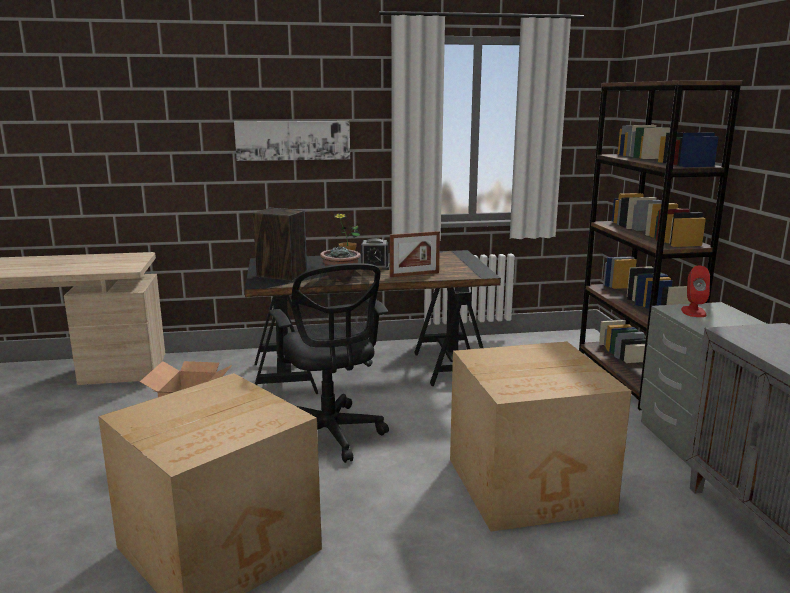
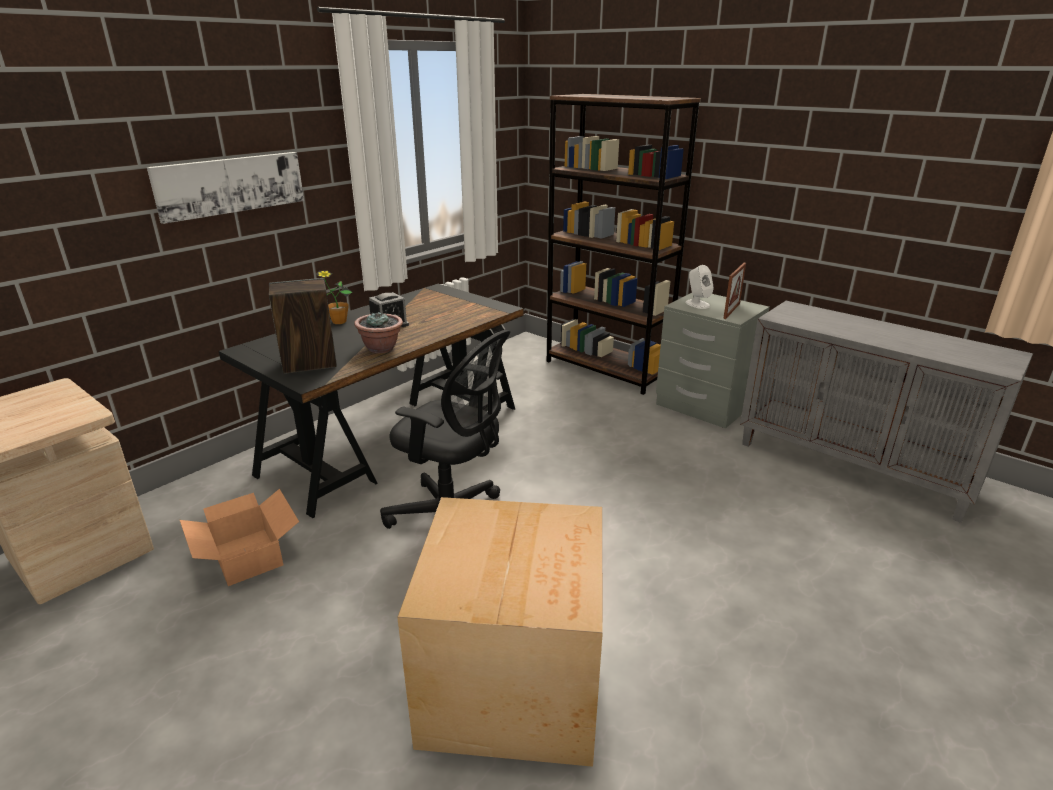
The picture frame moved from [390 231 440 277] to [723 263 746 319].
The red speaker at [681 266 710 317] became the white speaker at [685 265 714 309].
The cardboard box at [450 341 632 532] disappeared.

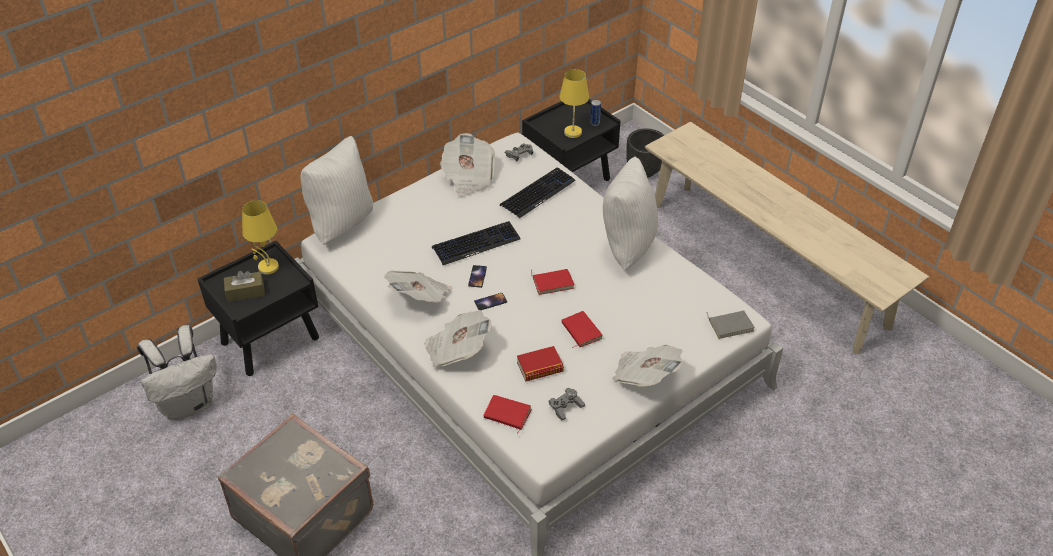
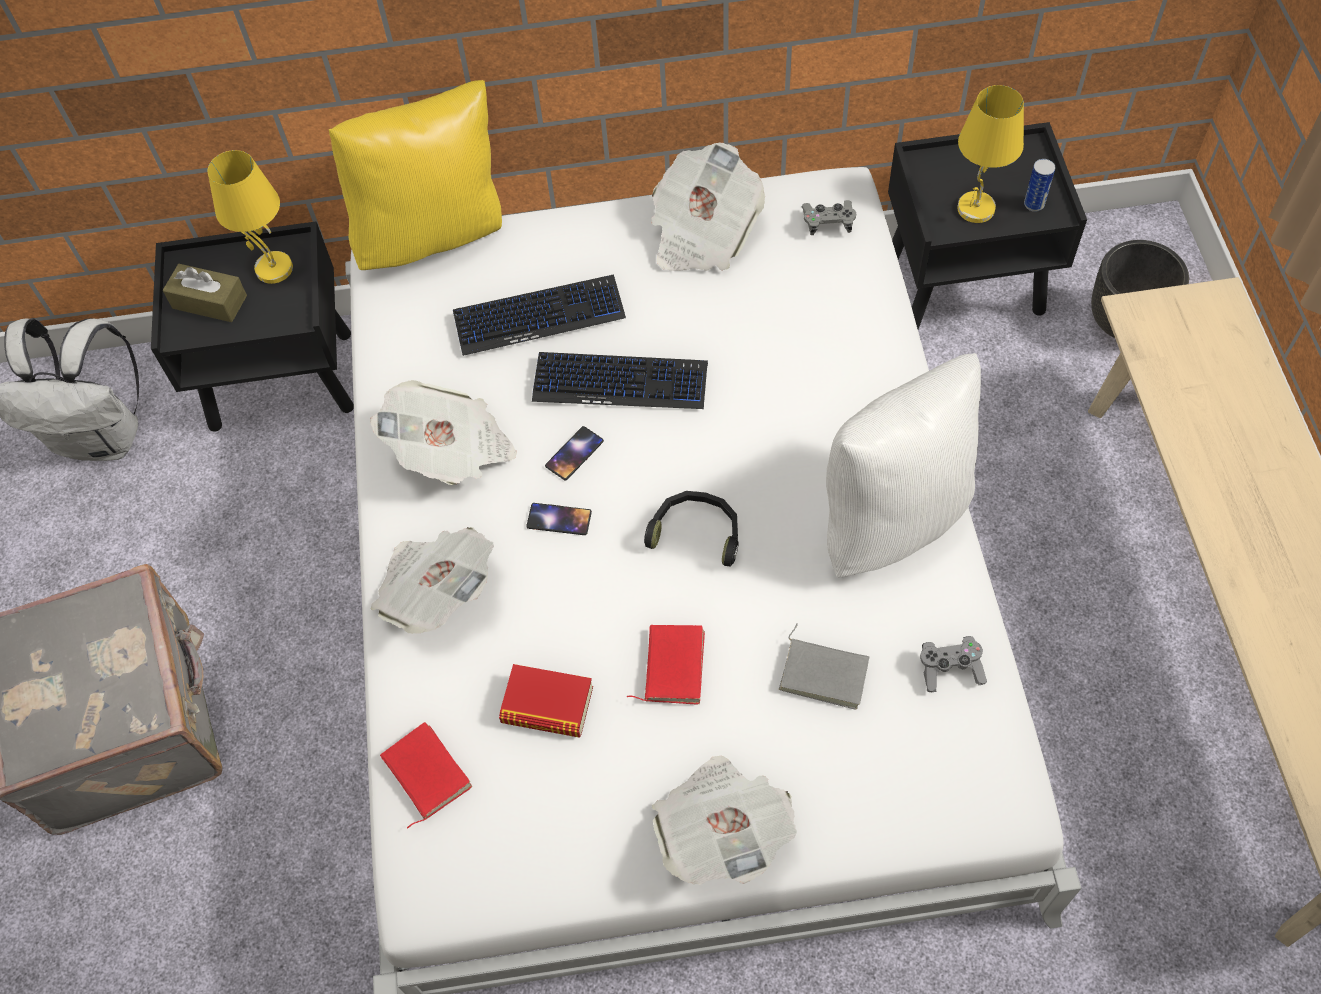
The white pillow at [300 136 373 245] became the yellow pillow at [329 80 502 270].
The keyboard moved from [500 167 576 218] to [453 274 626 356].
The red book at [531 269 575 295] was replaced by the black headphones at [644 491 739 567].
The grey book moved from [707 310 755 339] to [779 623 869 710].
The grey game controller moved from [549 388 585 421] to [920 636 987 692].

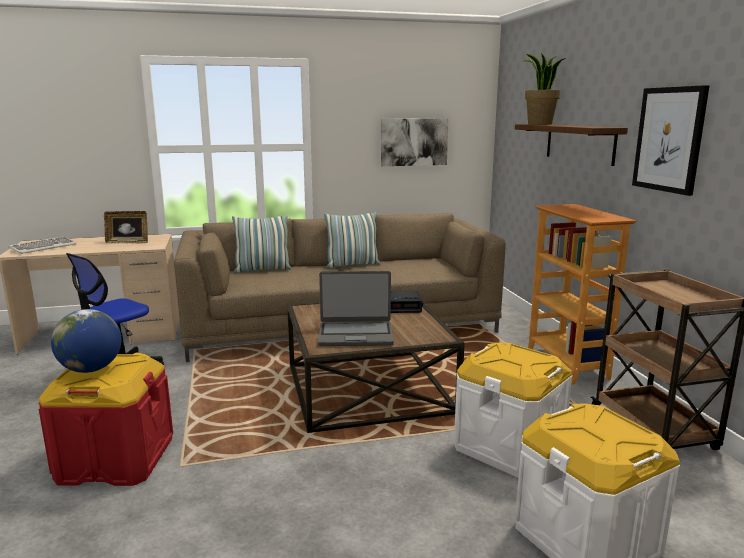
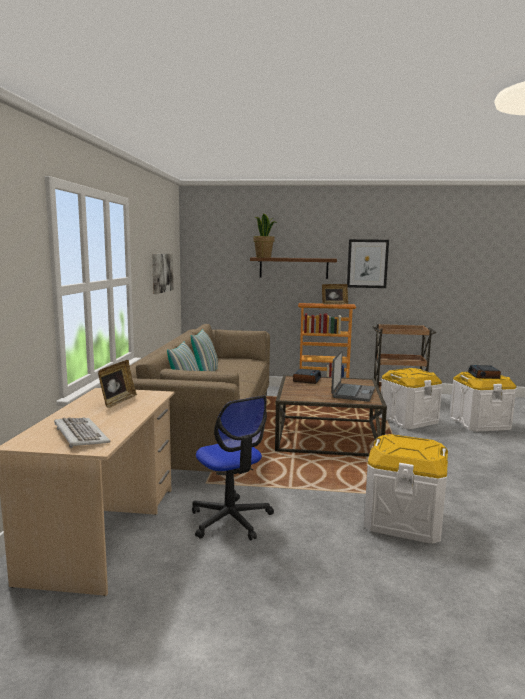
The globe at [51 309 121 373] disappeared.
The red storage box at [39 353 173 486] became the white storage box at [364 434 448 544].
The picture frame at [322 284 348 305] appeared.
The alarm clock at [468 365 501 379] appeared.

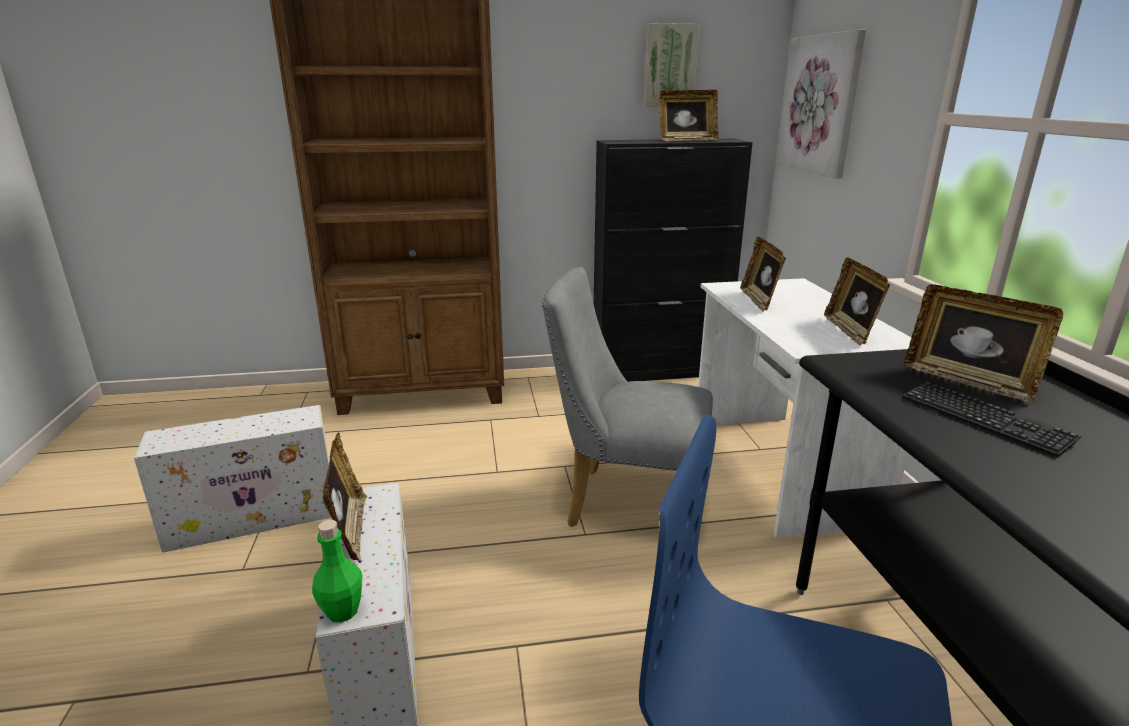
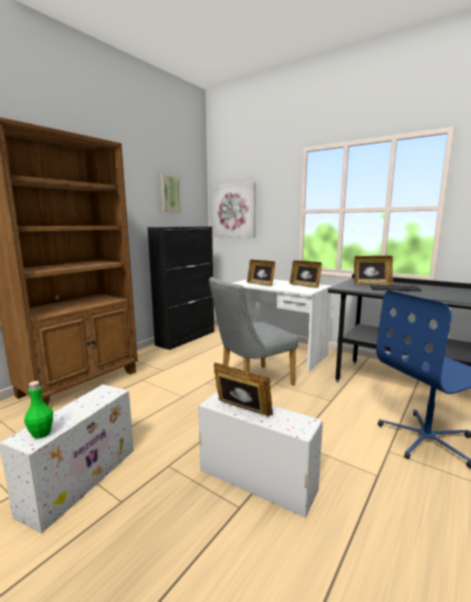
The picture frame at [660 90 719 141] disappeared.
The green bottle moved from [312 520 362 623] to [24 381 53 439].

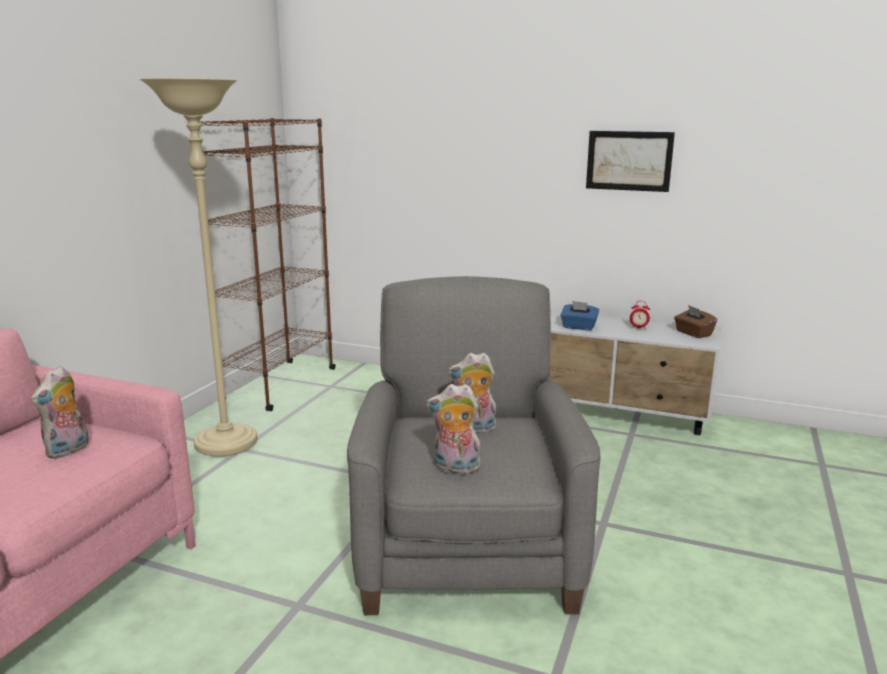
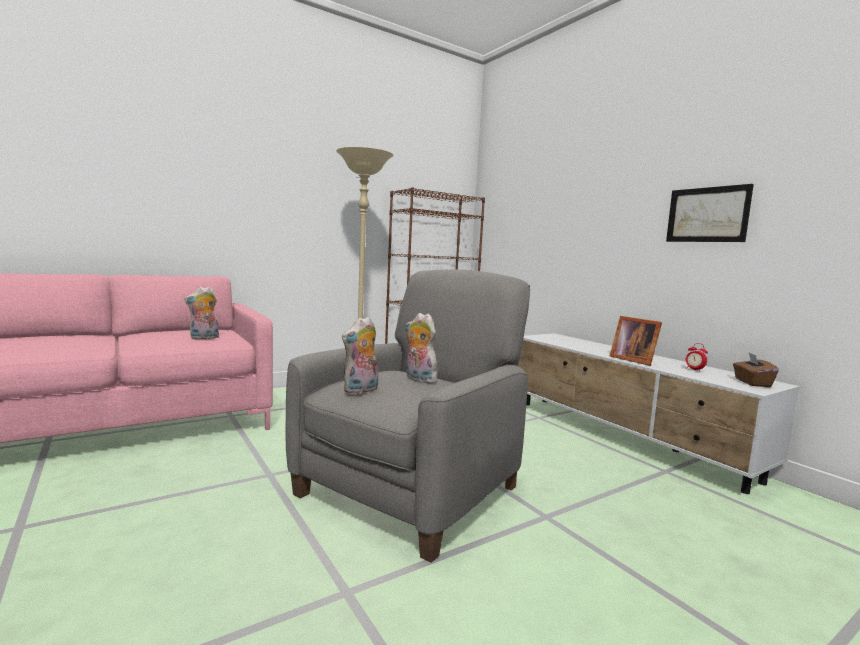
The blue tissue box at [560 301 599 331] was replaced by the picture frame at [610 316 662 366].
The plush toy at [426 384 482 473] turned 90 degrees counterclockwise.

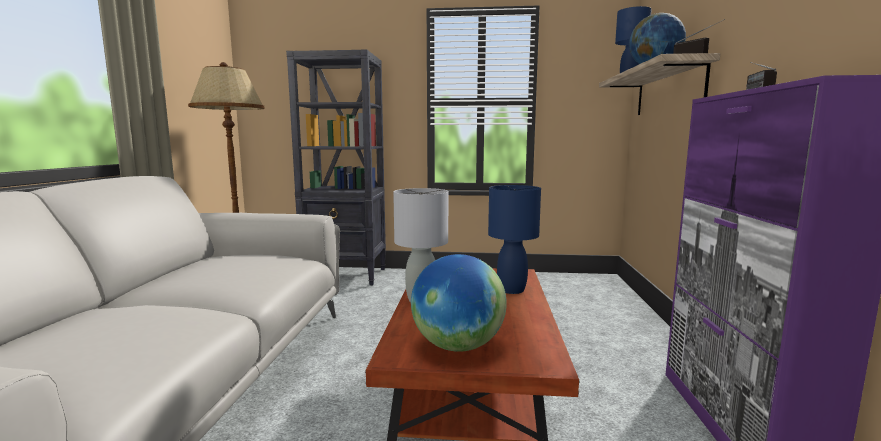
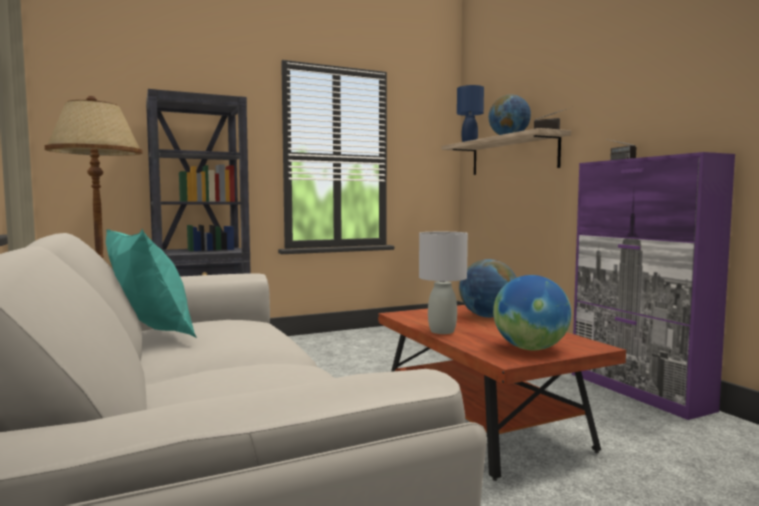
The blue table lamp at [488 185 541 294] was replaced by the globe at [459 259 517 318].
The turquoise pillow at [106 228 197 338] appeared.

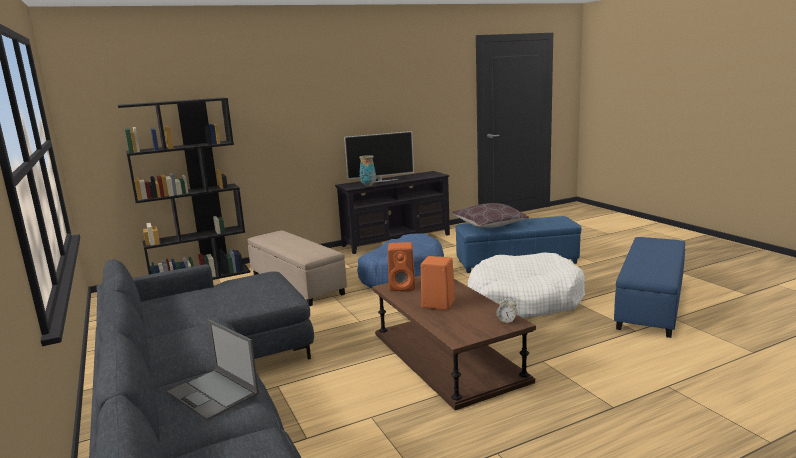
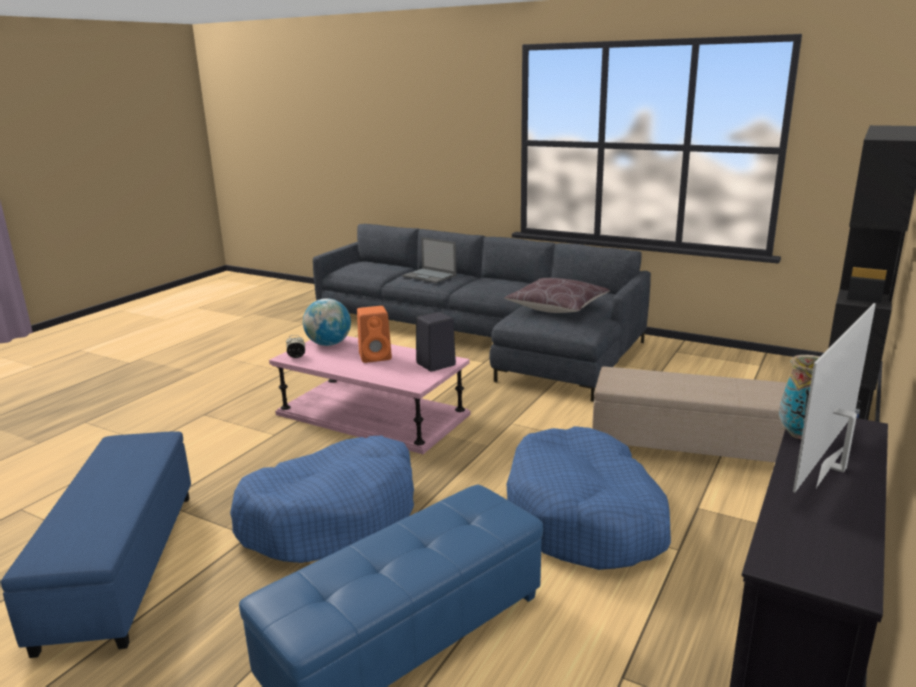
The brown pillow moved from [452 203 530 227] to [505 278 610 313].
The orange speaker at [388 242 415 291] became the black speaker at [416 312 456 372].
The white dog bed at [468 252 585 318] became the blue dog bed at [230 436 414 563].
The brown coffee table at [372 276 536 410] became the pink coffee table at [269 336 470 454].
The laptop at [167 320 259 421] turned 150 degrees counterclockwise.
The globe at [303 298 351 346] appeared.

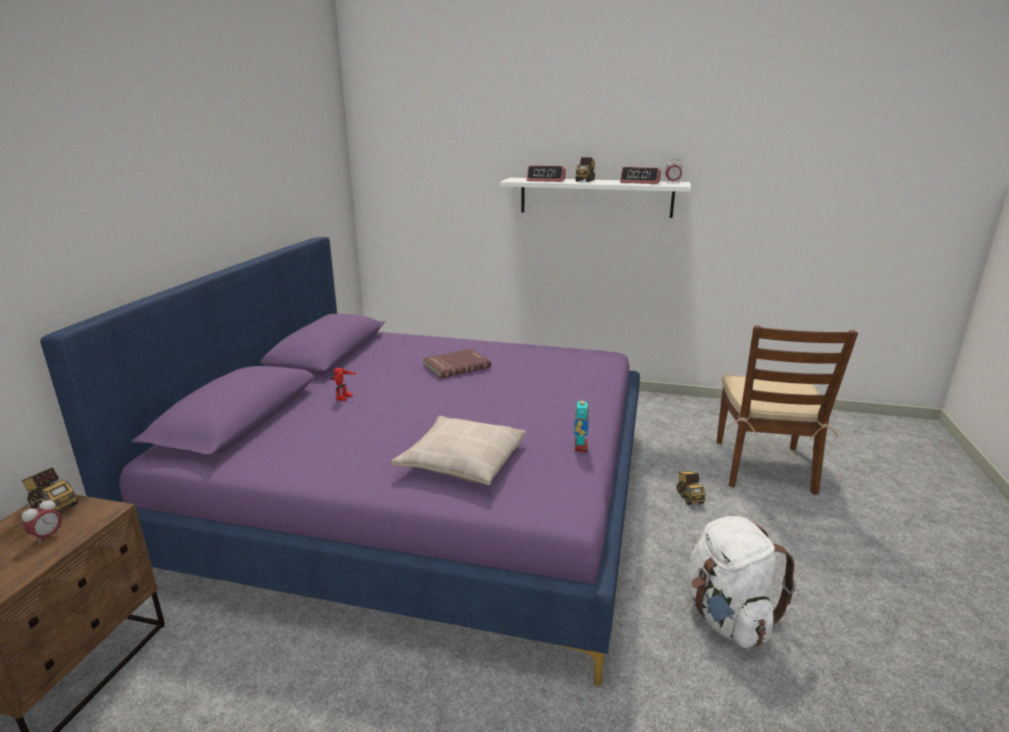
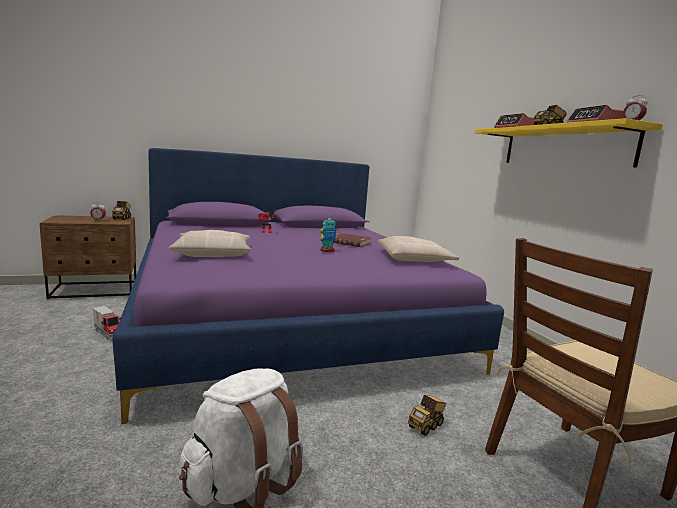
The white shelf at [500 178 691 218] became the yellow shelf at [475 118 663 168].
The toy robot moved from [574 396 589 452] to [319 215 337 252].
The beige pillow at [378 236 459 262] appeared.
The toy truck at [93 306 121 340] appeared.

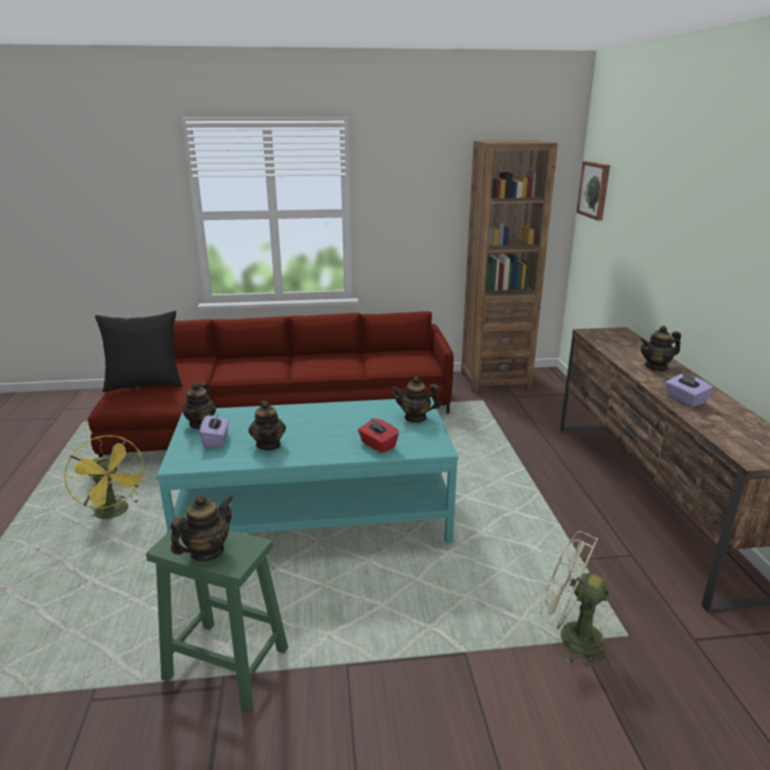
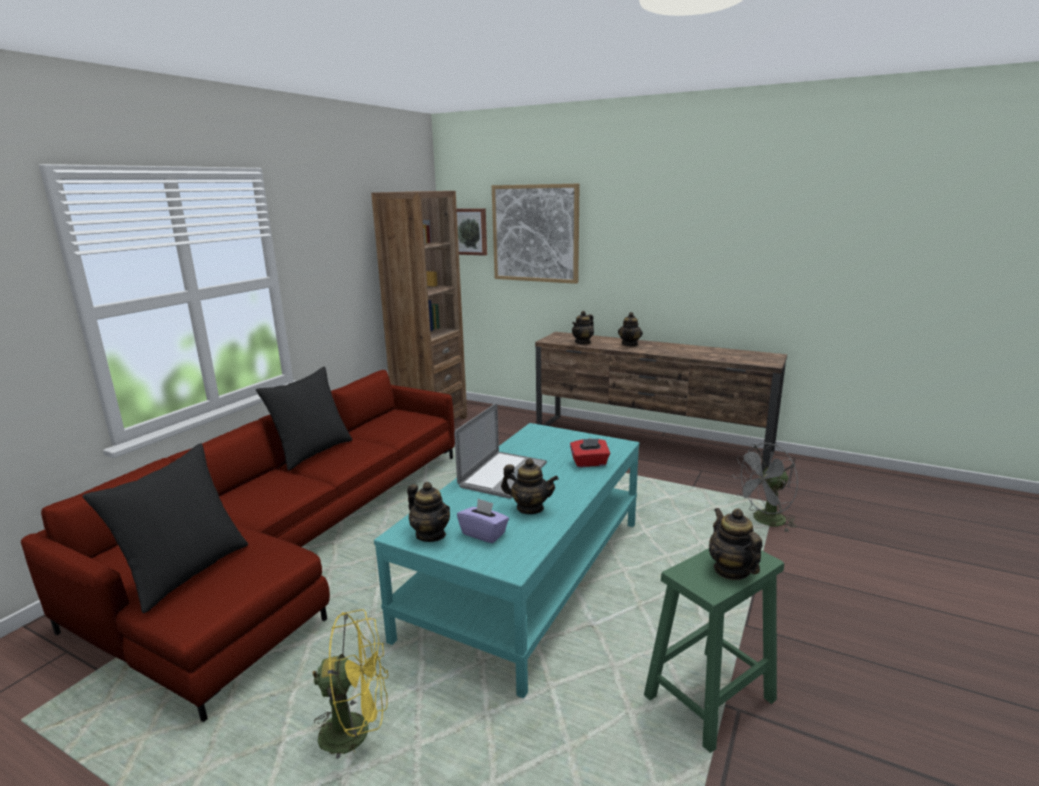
The purple tissue box at [666 371 713 407] disappeared.
The teapot moved from [392 377 441 423] to [572 311 594 345].
The green fan at [540 531 615 668] became the grey fan at [732 443 798 532].
The picture at [492 184 580 284] appeared.
The black pillow at [256 367 352 471] appeared.
The laptop at [454 403 547 499] appeared.

